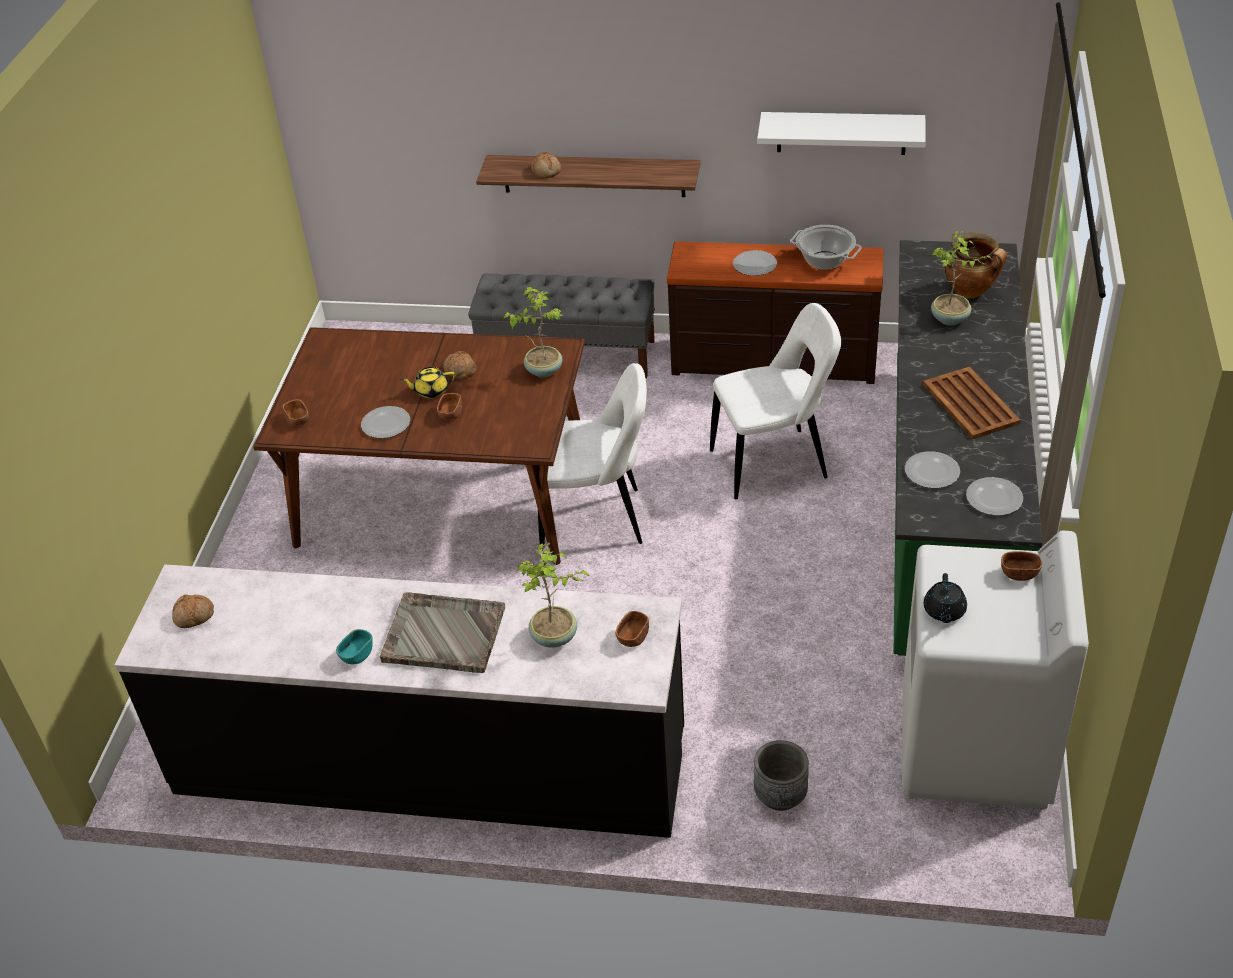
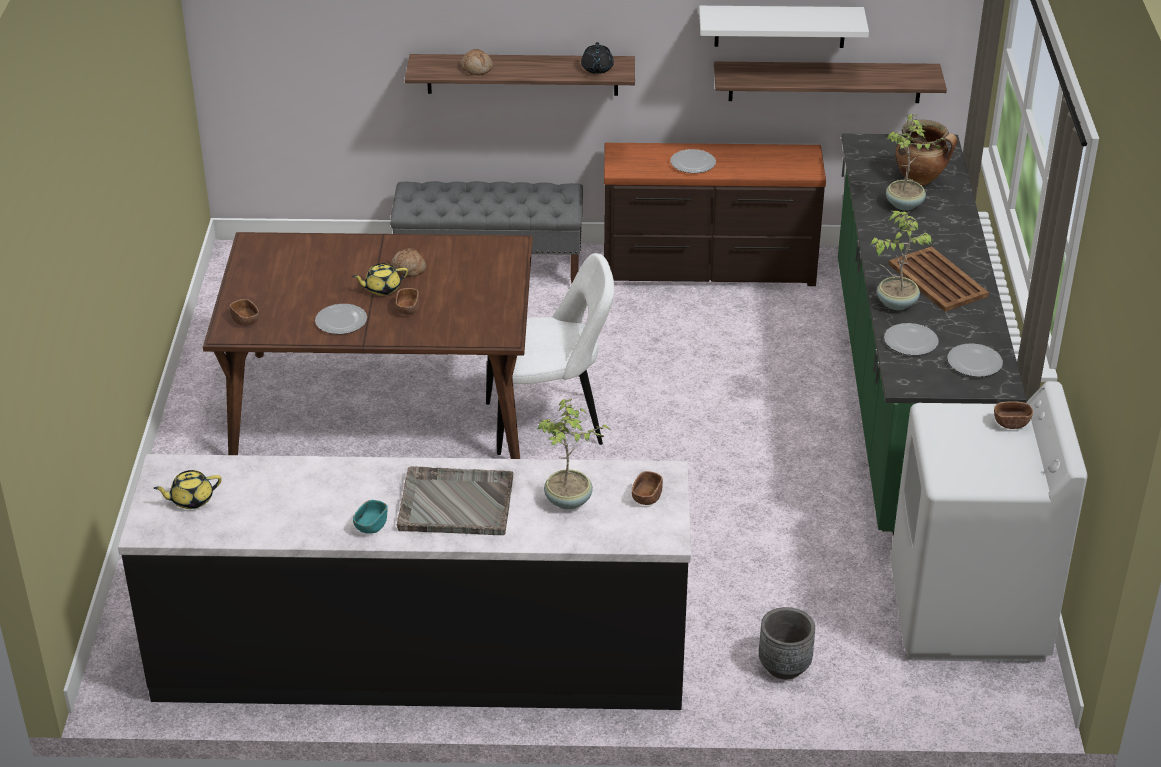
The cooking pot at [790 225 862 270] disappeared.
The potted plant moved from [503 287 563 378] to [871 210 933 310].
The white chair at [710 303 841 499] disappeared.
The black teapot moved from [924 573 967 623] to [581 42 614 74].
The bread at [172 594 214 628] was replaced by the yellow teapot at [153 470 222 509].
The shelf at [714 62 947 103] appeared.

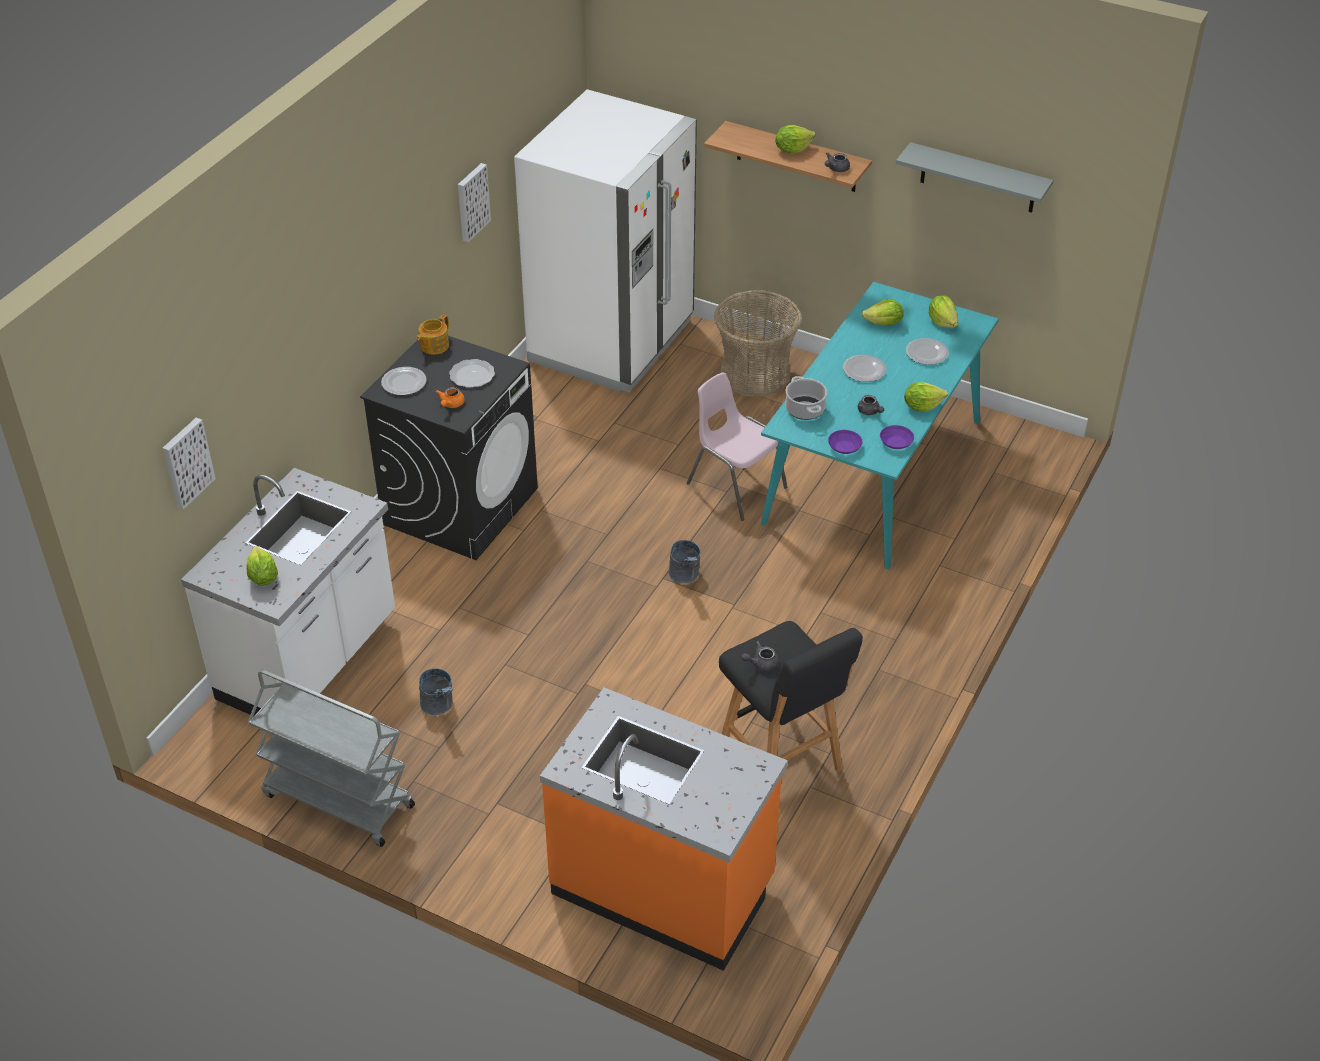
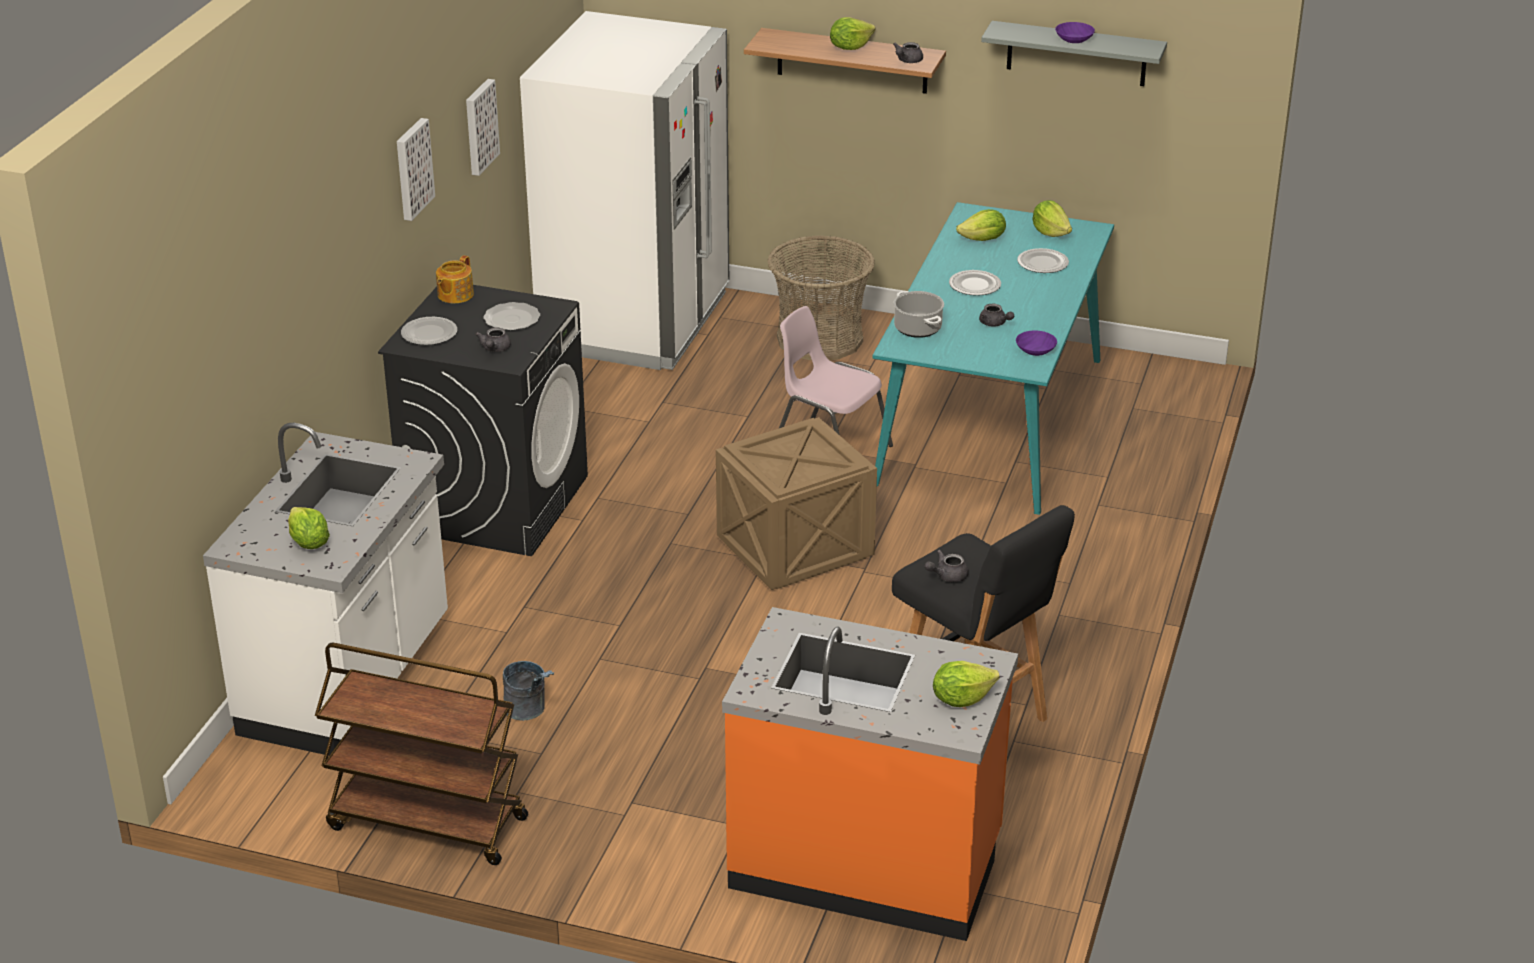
The lettuce moved from [904 382 948 411] to [933 661 999 707].
The orange teapot at [436 387 465 408] became the grey teapot at [475 328 511 352].
The picture moved from [163 418 216 510] to [397 118 435 221].
The purple bowl moved from [828 430 863 454] to [1055 22 1095 43].
The grey bucket at [669 540 701 583] was replaced by the crate at [716 417 877 590].
The grey cart at [248 670 415 847] became the brown cart at [315 643 528 865].

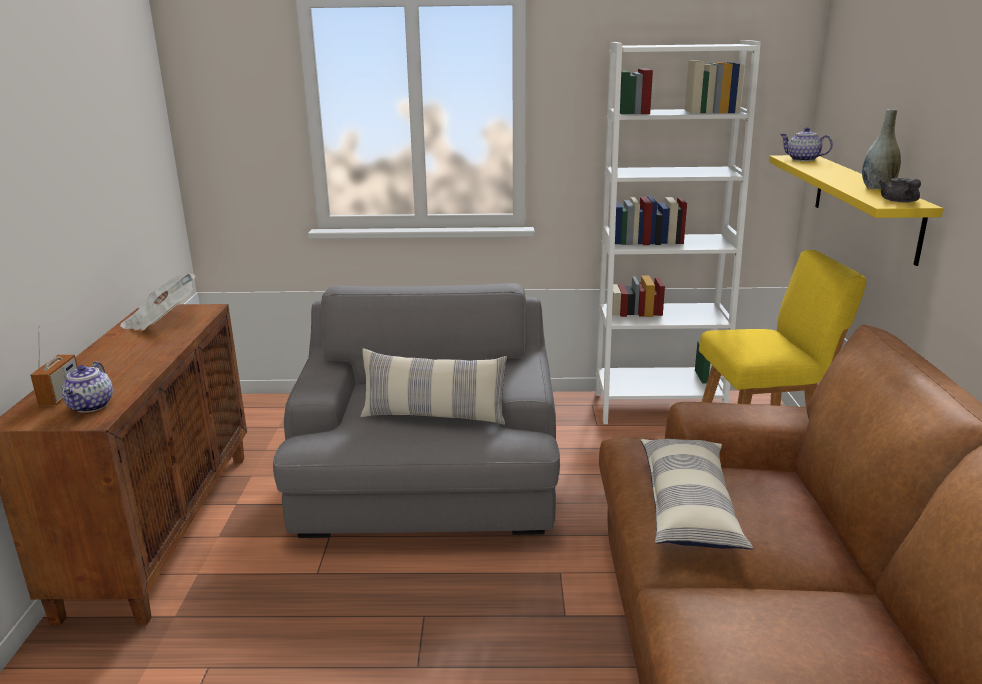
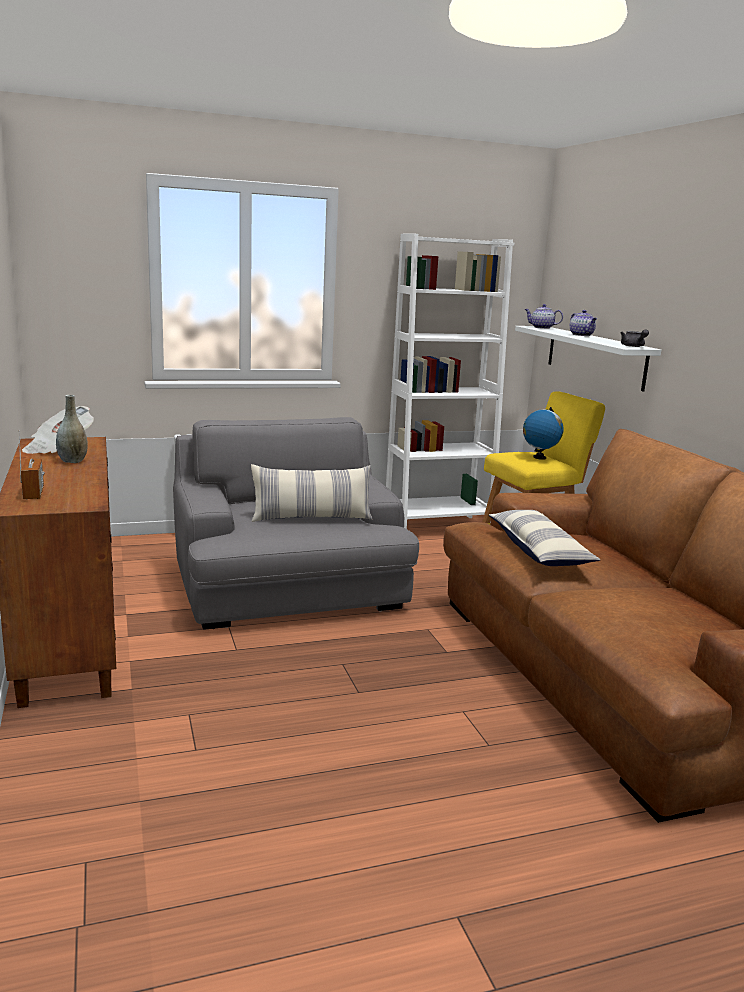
The grey vase moved from [862 109 901 189] to [56 395 87 463].
The yellow shelf at [769 155 943 266] became the white shelf at [515 326 661 391].
The teapot moved from [61 361 113 412] to [570 310 597 336].
The globe at [523 407 564 460] appeared.

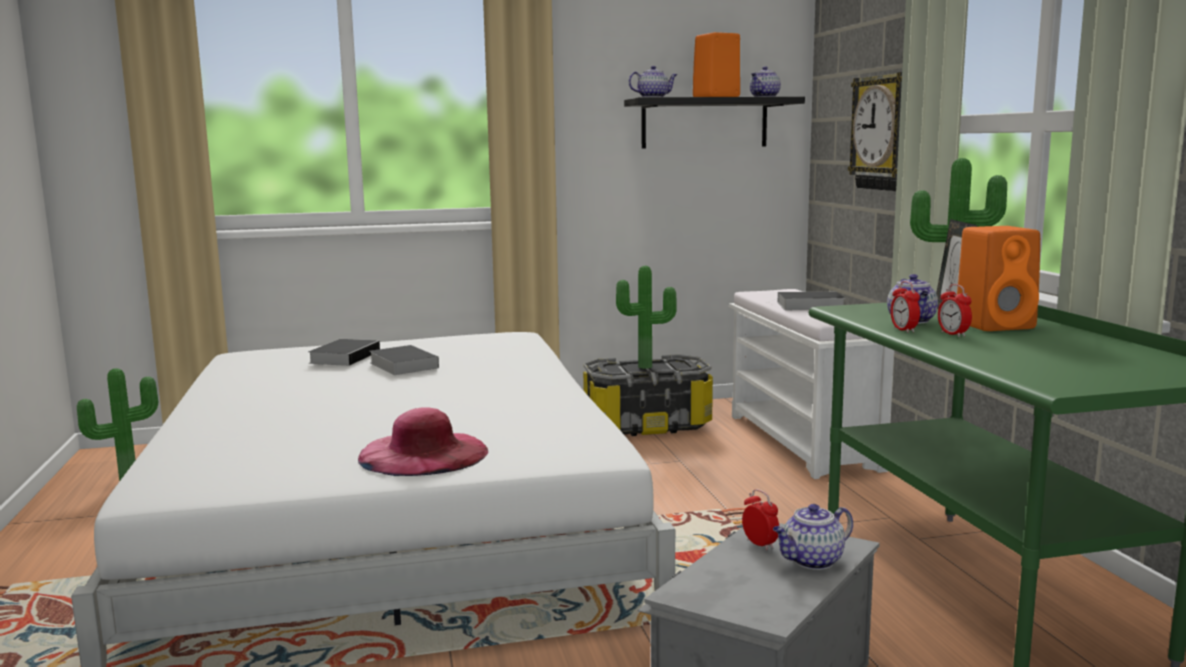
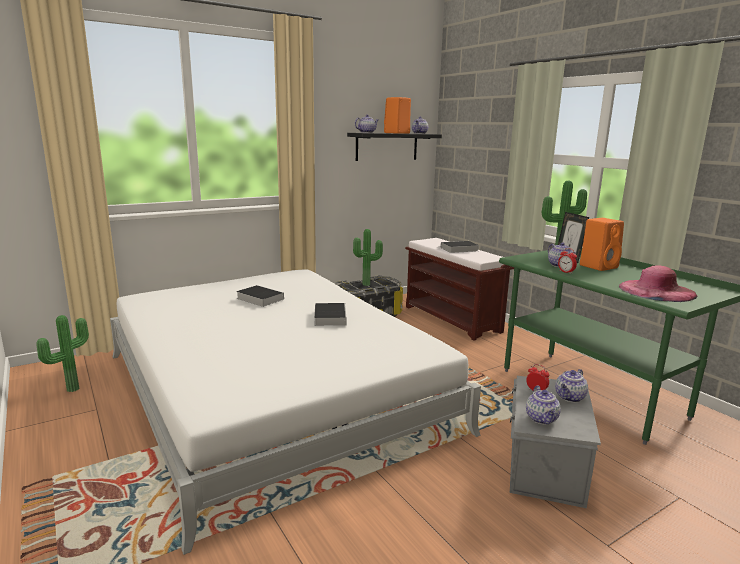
The wall clock at [848 72 902 191] disappeared.
The alarm clock at [938 284 972 337] disappeared.
The white bench at [729 289 894 479] became the brown bench at [405 238 514 341].
The book moved from [308 339 380 366] to [314 303 347 326].
The pink hat moved from [358 407 488 476] to [619 266 698 302].
The teapot at [526 385 561 424] appeared.

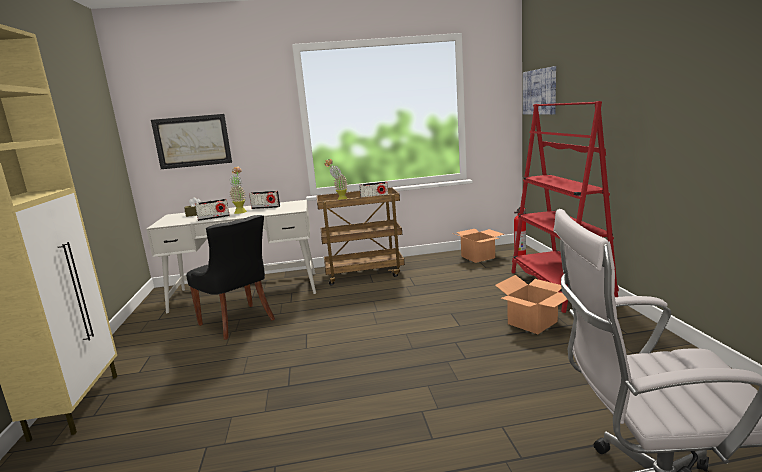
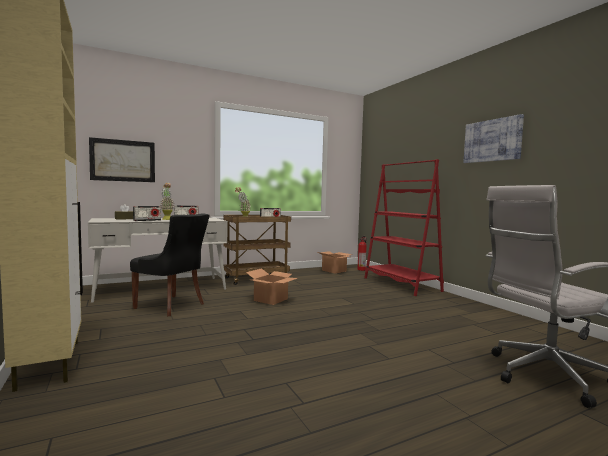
The picture moved from [523 66 556 115] to [463 114 524 163].
The cardboard box moved from [495 275 568 334] to [246 268 298 305].

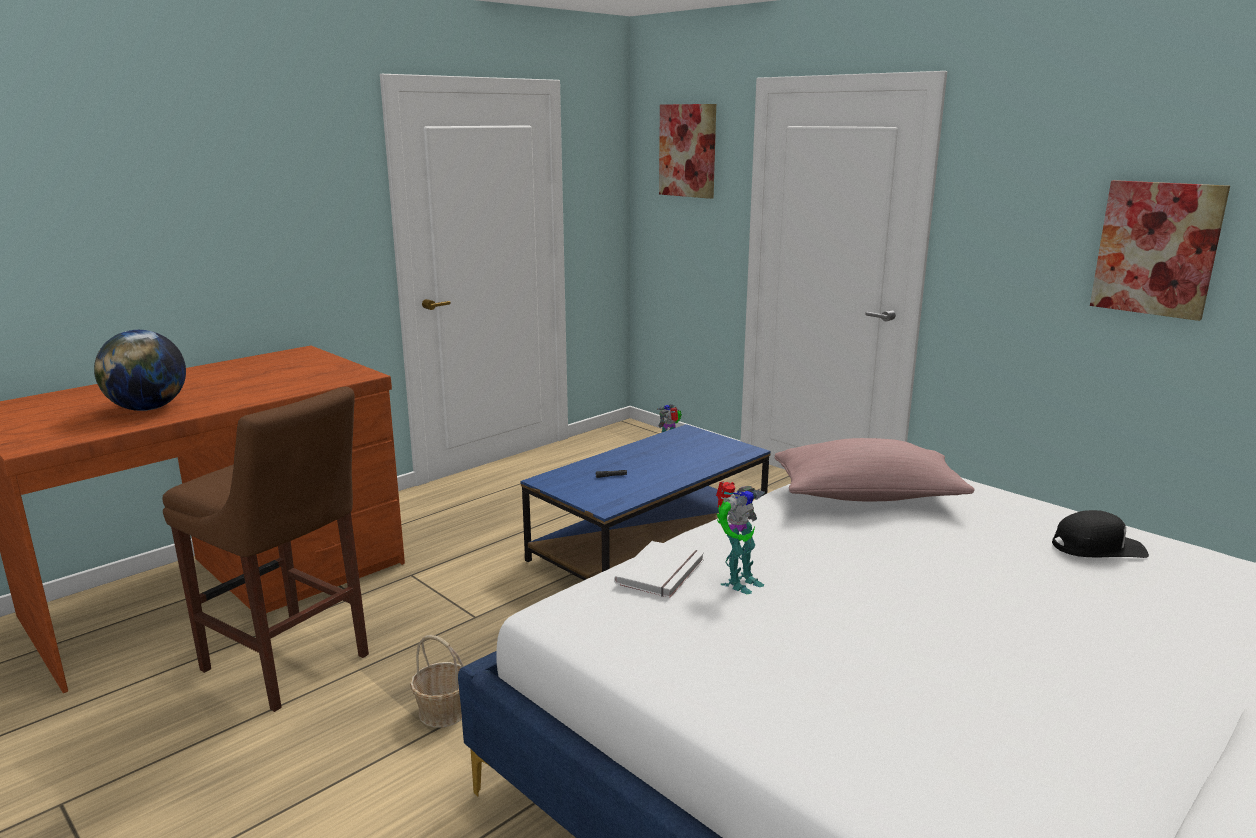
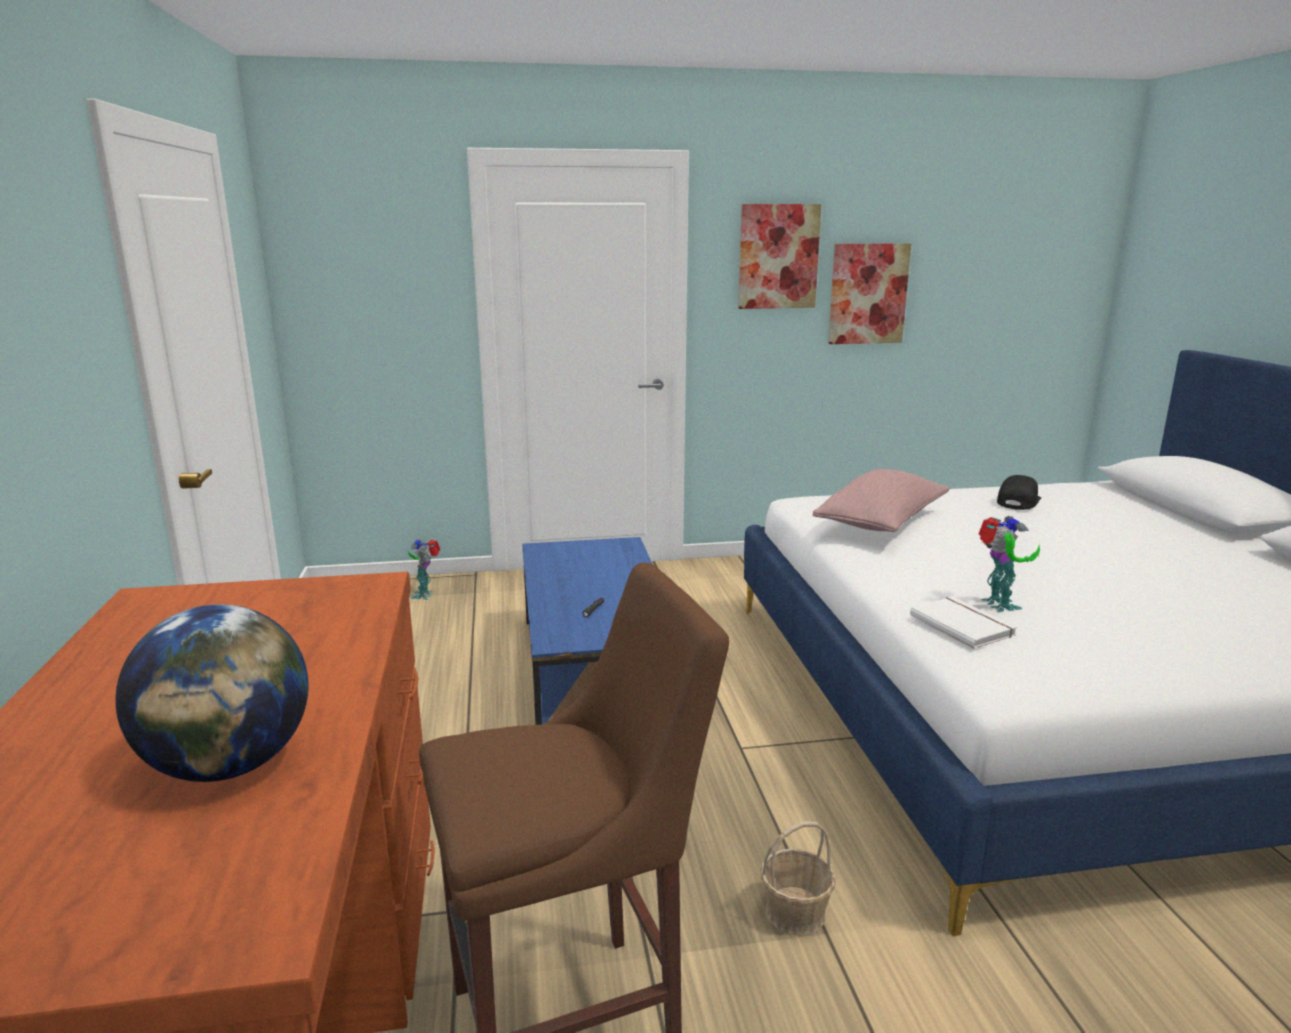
The picture moved from [659 104 716 199] to [738 204 821 309].

